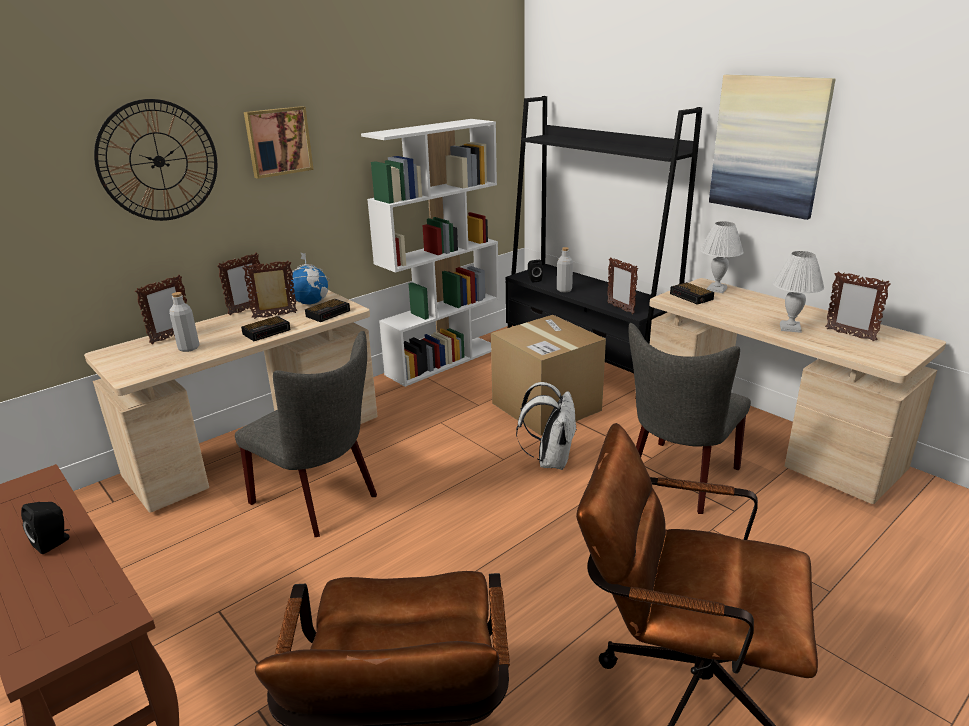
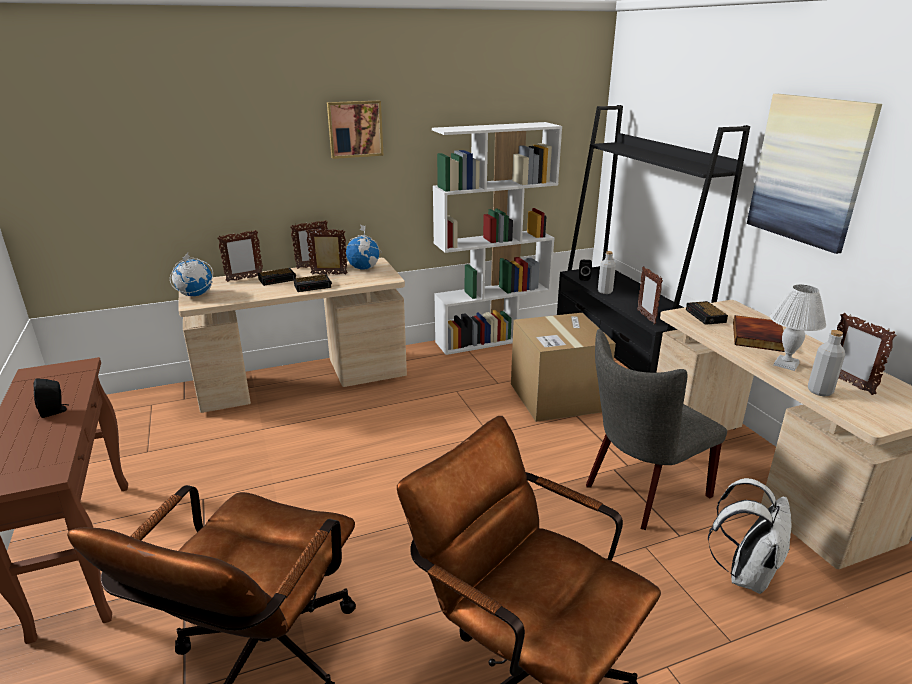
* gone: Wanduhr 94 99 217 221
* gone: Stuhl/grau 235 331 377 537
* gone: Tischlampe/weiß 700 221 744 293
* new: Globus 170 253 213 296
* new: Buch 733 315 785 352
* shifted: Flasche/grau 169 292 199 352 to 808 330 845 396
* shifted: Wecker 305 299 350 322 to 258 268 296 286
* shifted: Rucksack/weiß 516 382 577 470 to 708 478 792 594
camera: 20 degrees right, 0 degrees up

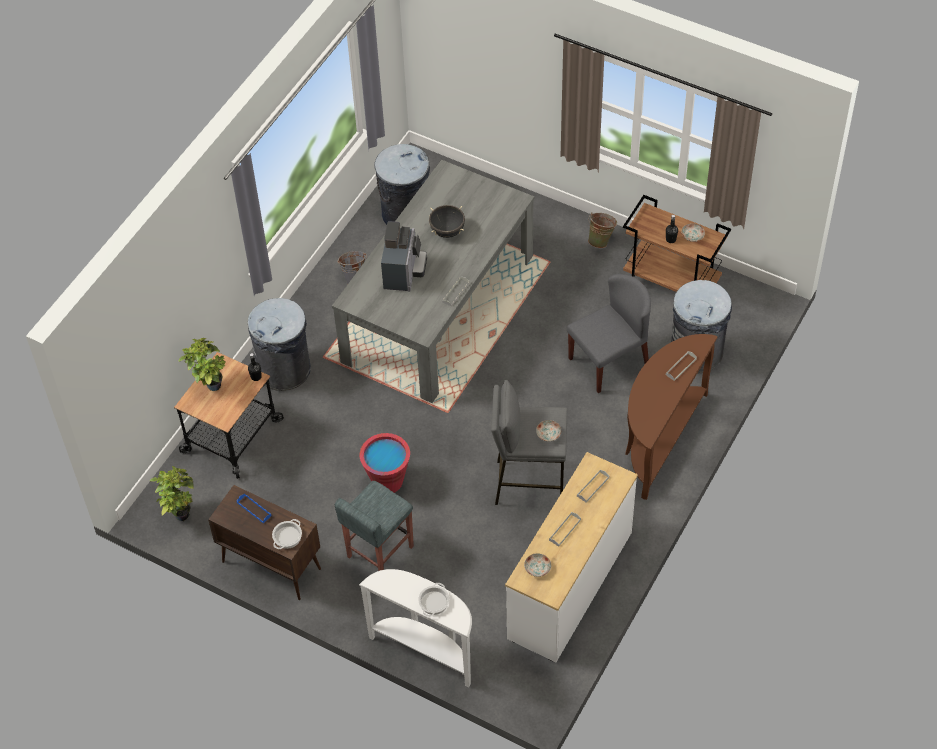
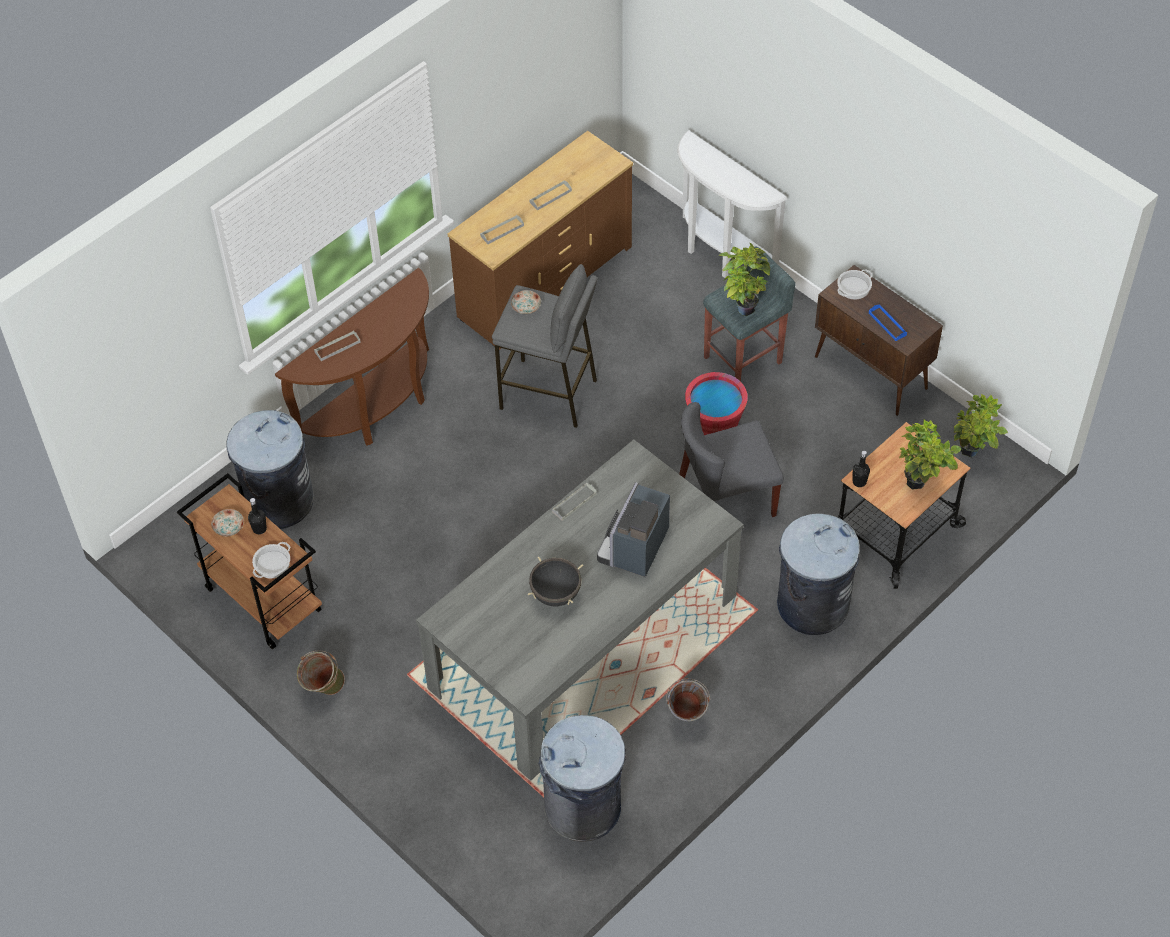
* gone: Teller 524 553 551 577
* new: Topfpflanze 719 243 770 316
* shifted: Kochtopf 418 583 449 617 to 252 542 290 579
* shifted: Stuhl/grau 567 274 651 393 to 679 402 784 517
* repainted: Kommode/weiß 505 452 638 662 to Kommode/braun 448 131 633 350
camera: 165 degrees left, 0 degrees up

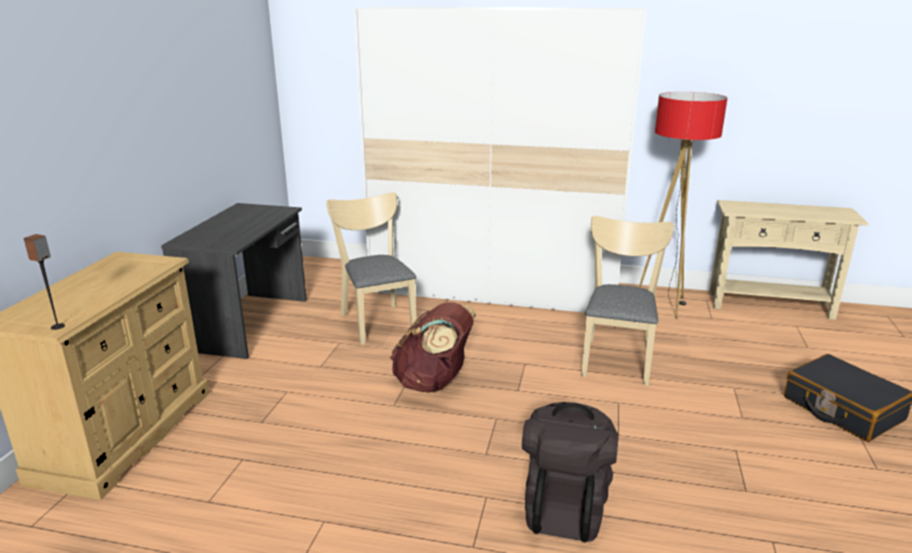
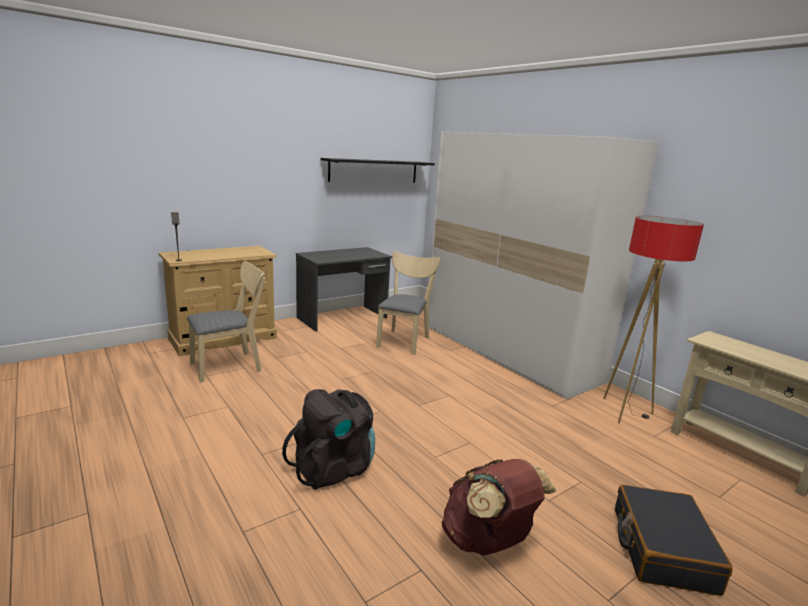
* new: Wandregal/schwarz 321 158 435 183
* shifted: Rucksack/braun 390 302 476 393 to 442 459 556 556
* shifted: Stuhl/beige 581 216 674 386 to 187 261 265 383
camera: 40 degrees right, 5 degrees down

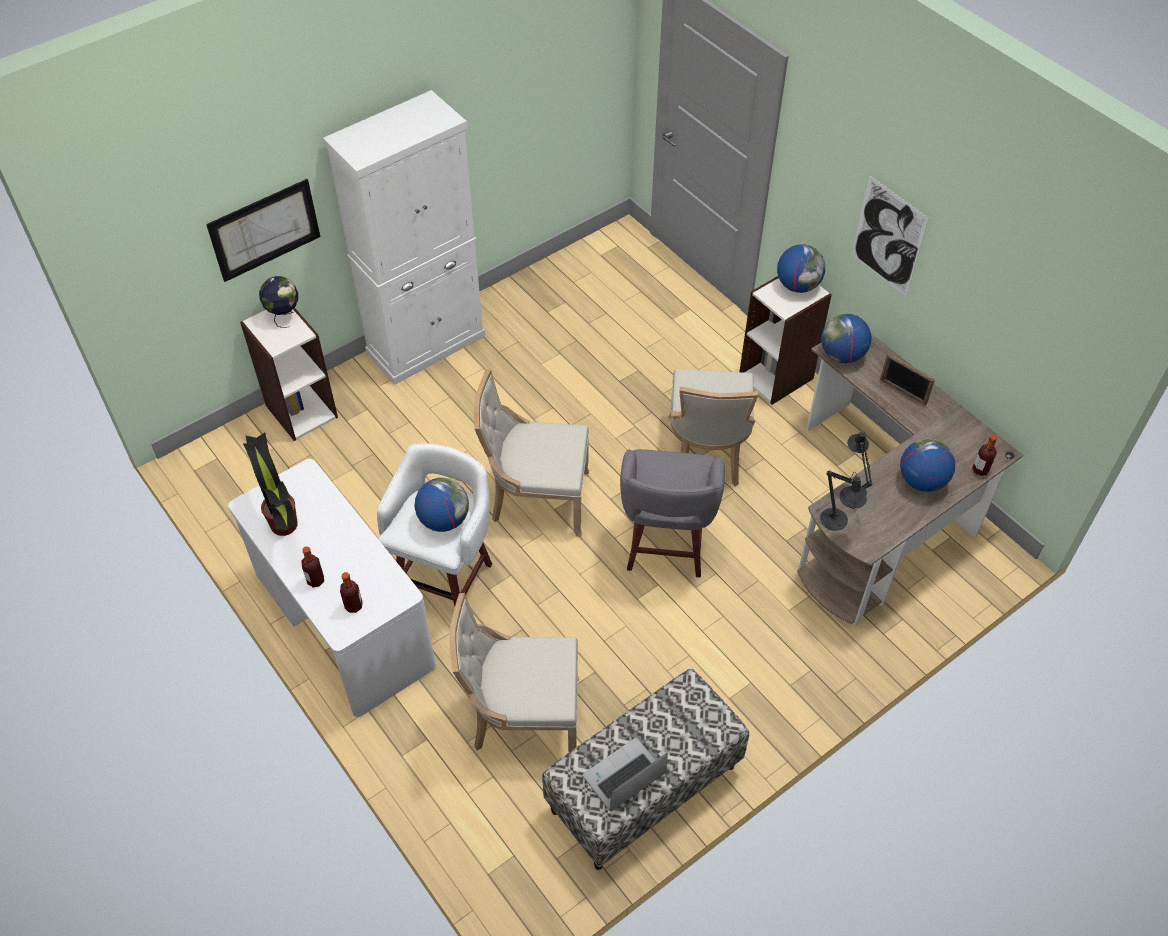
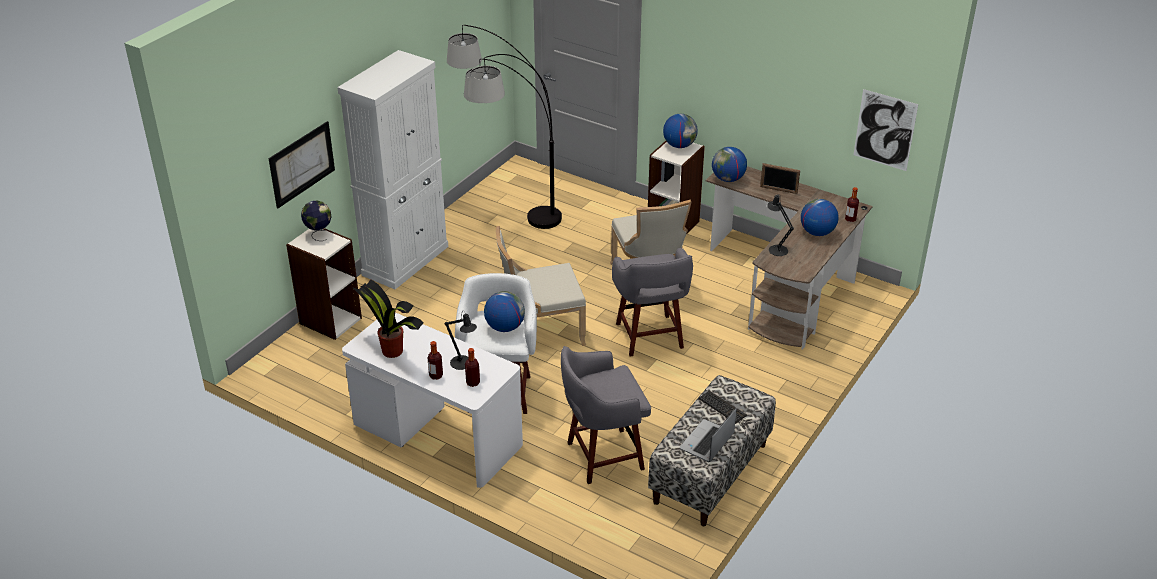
* new: Stehlampe 447 25 562 229
* new: Tastatur 698 391 751 434
* shifted: Tischlampe/schwarz 820 471 867 531 to 444 310 477 370
* shifted: Bild 852 176 929 297 to 853 89 918 171
* swapped: Stuhl/beige 450 593 578 753 to Hocker/grau 561 346 651 484
camera: 20 degrees left, 15 degrees down

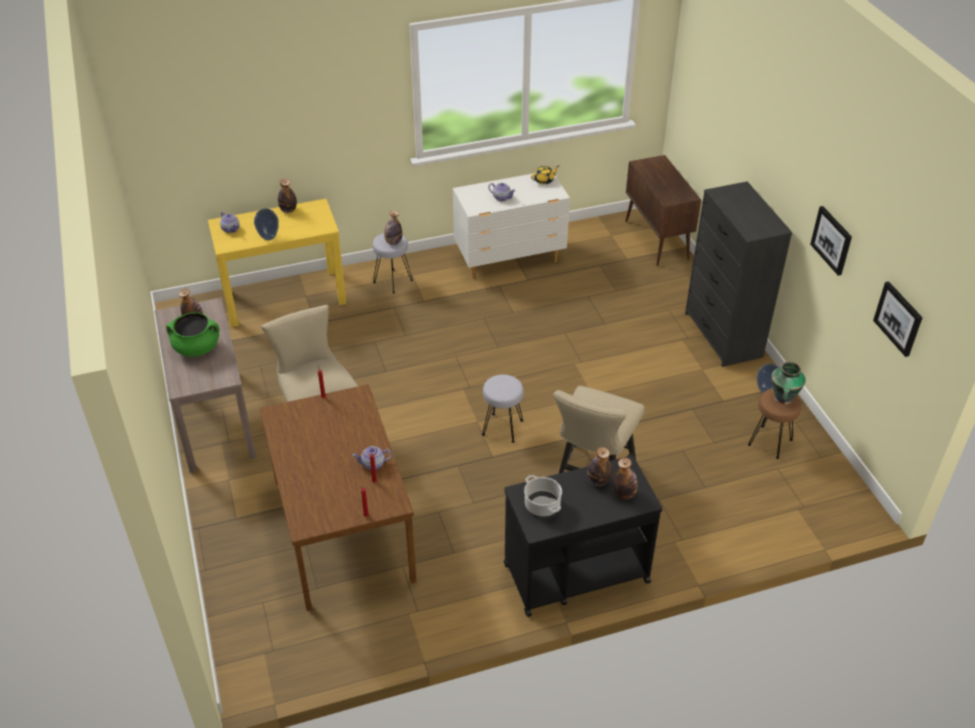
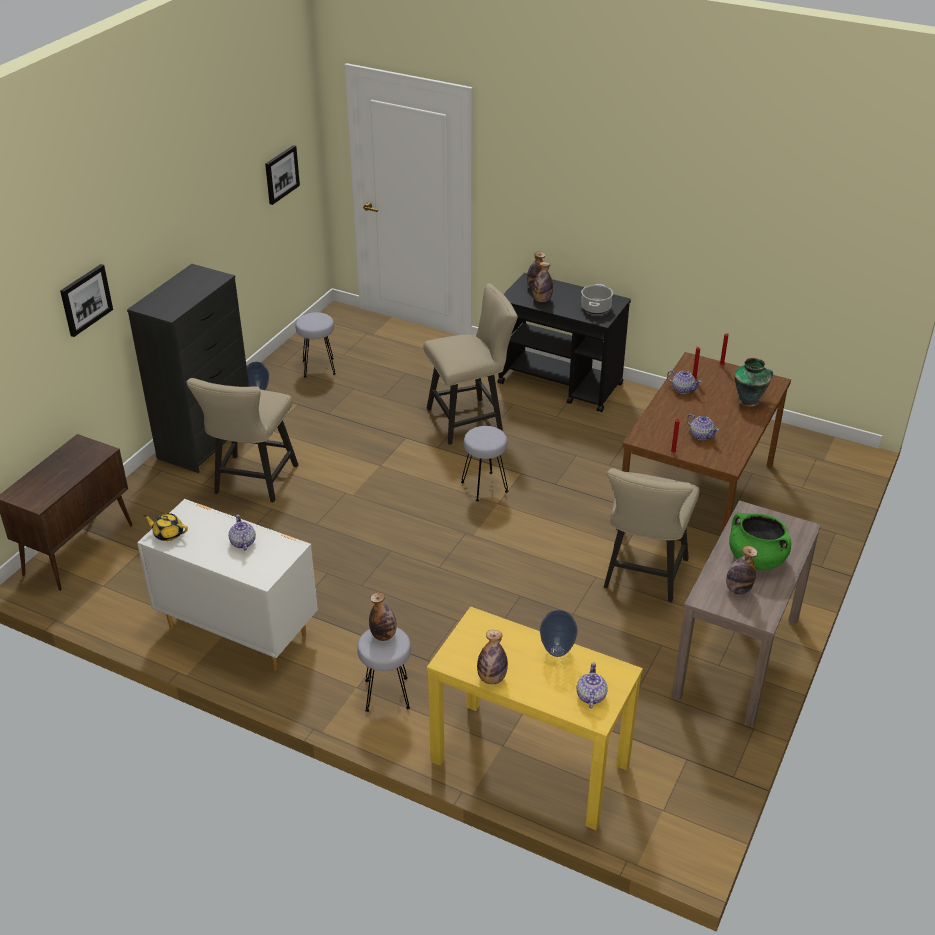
* new: Stuhl/beige 186 378 298 502
* new: Teekanne 687 414 719 440
* shifted: Vase 771 362 806 405 to 734 358 773 407
* shifted: Bild 810 206 852 276 to 60 264 113 337
* repainted: Hocker/braun 748 388 801 459 to Hocker/grau 296 312 336 377
camera: 135 degrees left, 5 degrees down

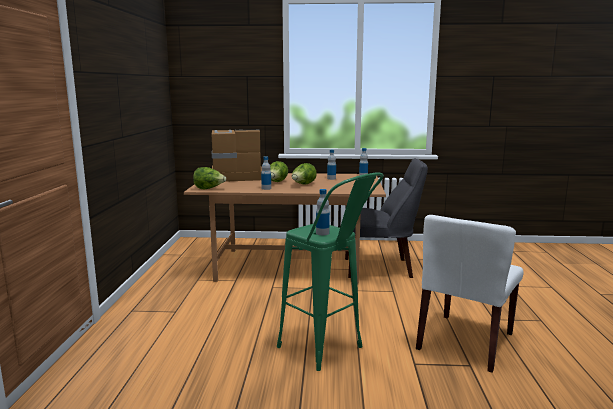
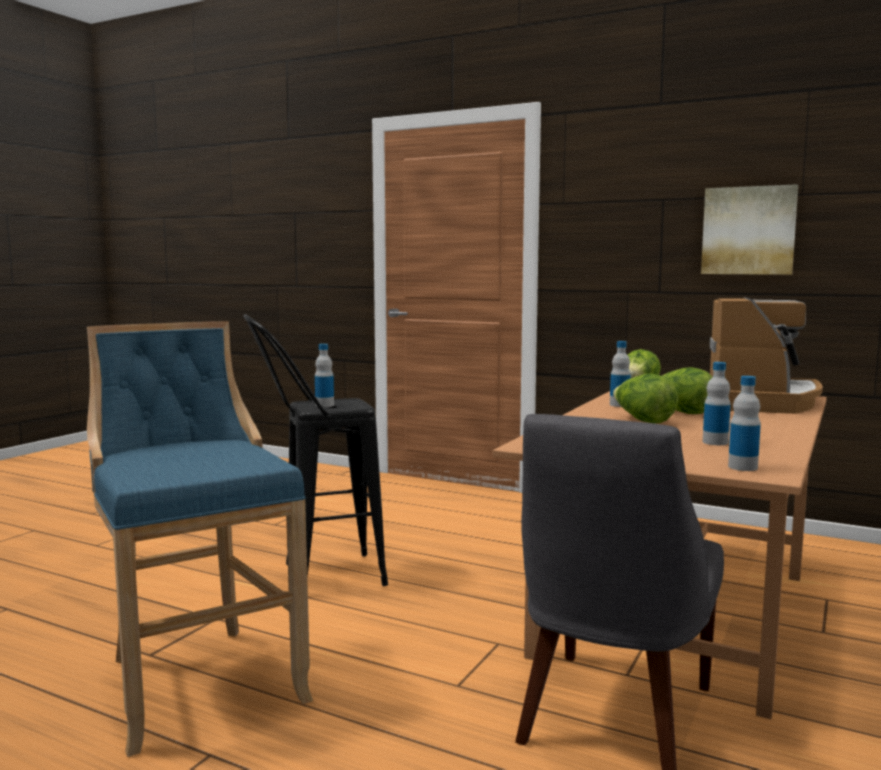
* new: Bild 701 184 798 275
* swapped: Stuhl/weiß 416 215 524 373 to Hocker/blau 87 321 313 757
* repainted: Hocker/grün 277 172 384 371 to Hocker/schwarz 243 314 388 586
camera: 115 degrees right, 5 degrees down

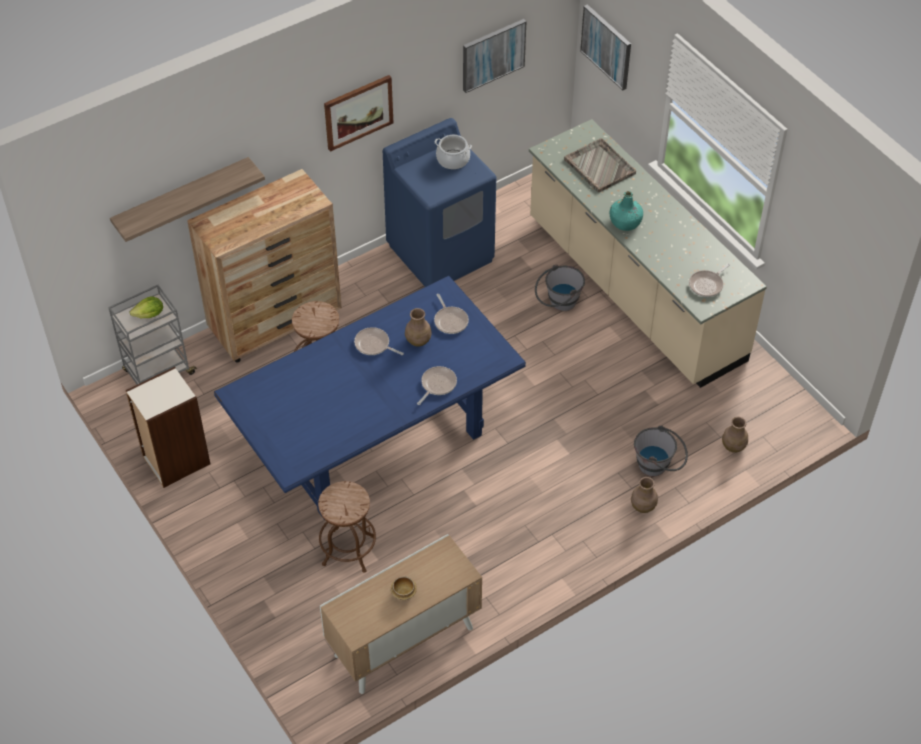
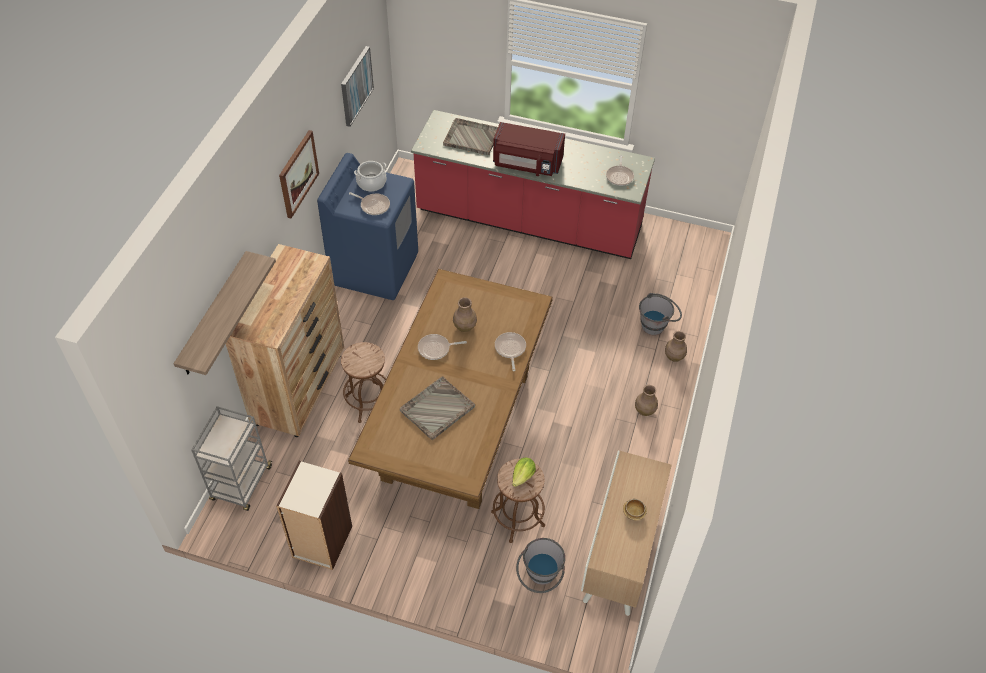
* gone: Bild 580 4 631 90
* new: Tablett/grau 400 376 475 441
* shifted: Salatkopf 129 296 163 318 to 512 457 536 487
* shifted: Pfanne 434 294 469 334 to 349 192 390 215
* shifted: Eimer/grau 535 265 585 311 to 516 538 565 593
* shifted: Vase/braun 722 417 748 453 to 635 385 658 416
* swapped: Flasche/türkis 610 191 643 231 to Mikrowelle/rot 493 122 565 176
* repainted: Esstisch/blau 214 276 526 520 to Esstisch/braun 348 269 553 509
* repainted: Küchenzeile/beige 529 119 767 388 to Küchenzeile/rot 411 110 655 259
camera: 40 degrees left, 0 degrees up

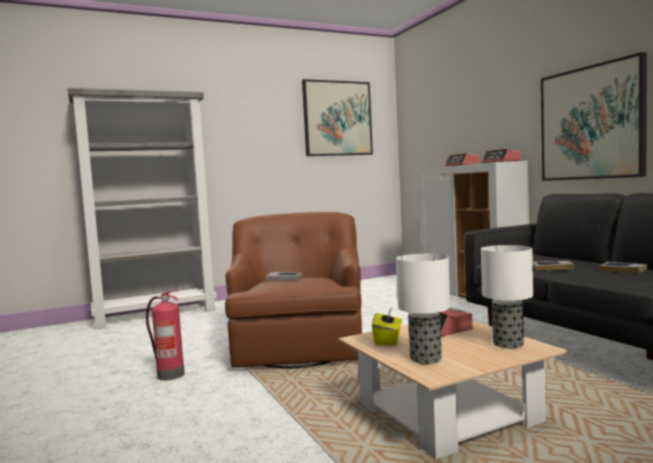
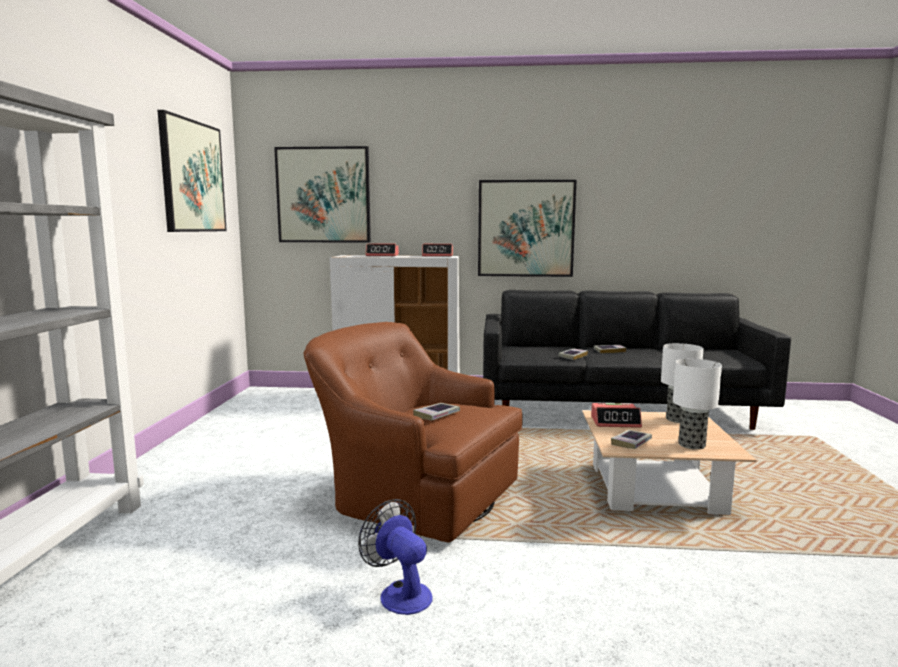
* new: Bild 274 146 371 243
* swapped: Feuerlöscher 146 290 185 380 to Ventilator 358 499 433 615
* swapped: Taschentuchbox/gelb 372 306 402 345 to Buch 611 430 652 449
camera: 60 degrees left, 5 degrees up

